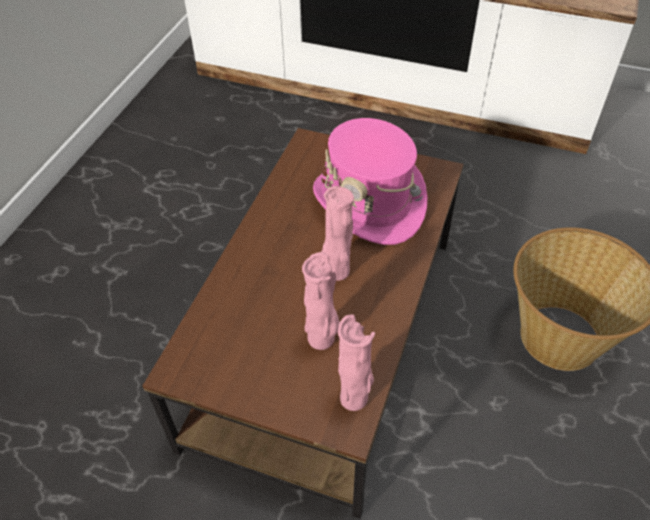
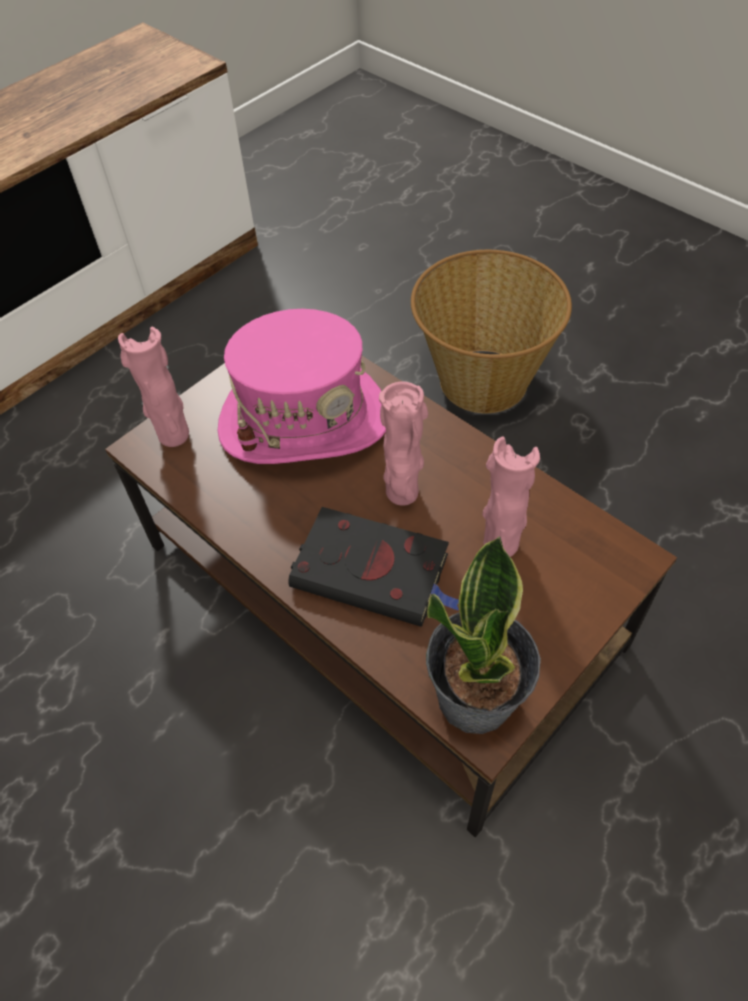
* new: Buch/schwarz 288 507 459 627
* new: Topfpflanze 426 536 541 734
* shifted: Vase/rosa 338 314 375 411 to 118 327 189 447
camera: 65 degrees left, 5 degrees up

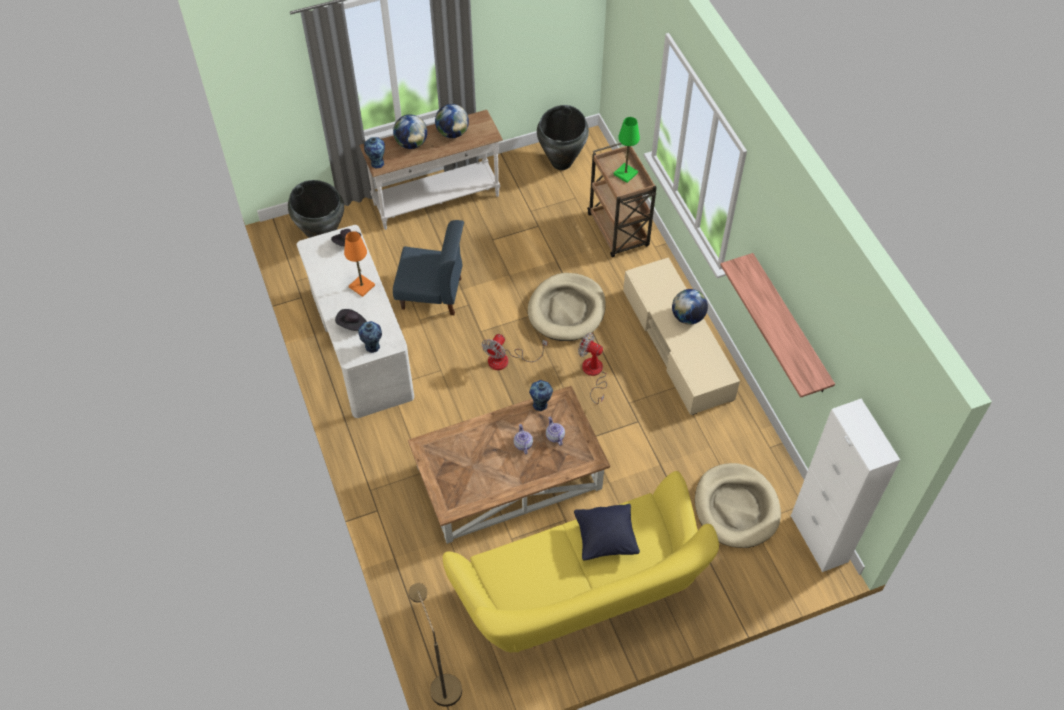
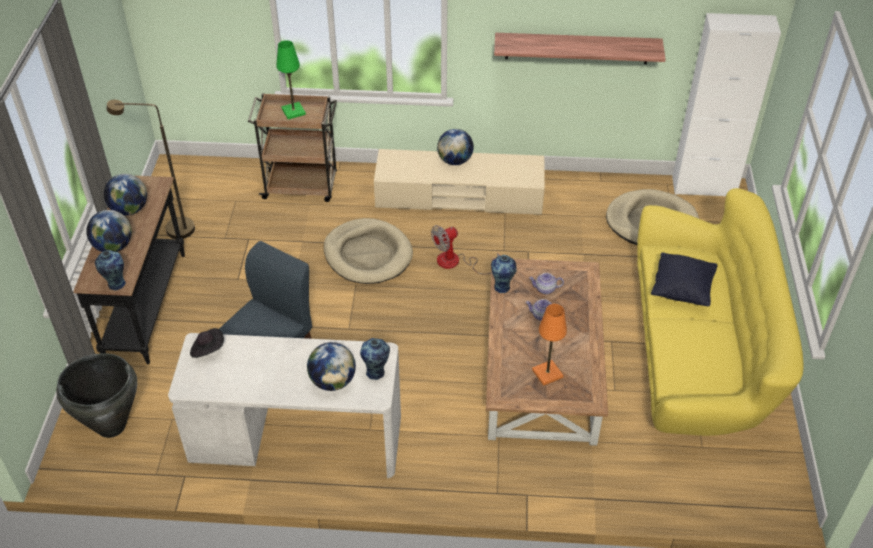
* gone: Ventilator 482 334 547 370
* gone: Vase/schwarz 537 105 589 170
* shifted: Tischlampe/orange 344 231 375 297 to 532 304 567 386
* shifted: Stehlampe/braun 409 583 462 707 to 107 100 195 239
* swapped: Hut/schwarz 335 309 367 331 to Globus 307 342 356 391
* repainted: Konsolentisch/weiß 360 110 503 230 to Konsolentisch/schwarz 74 176 185 364
camera: 65 degrees left, 10 degrees down

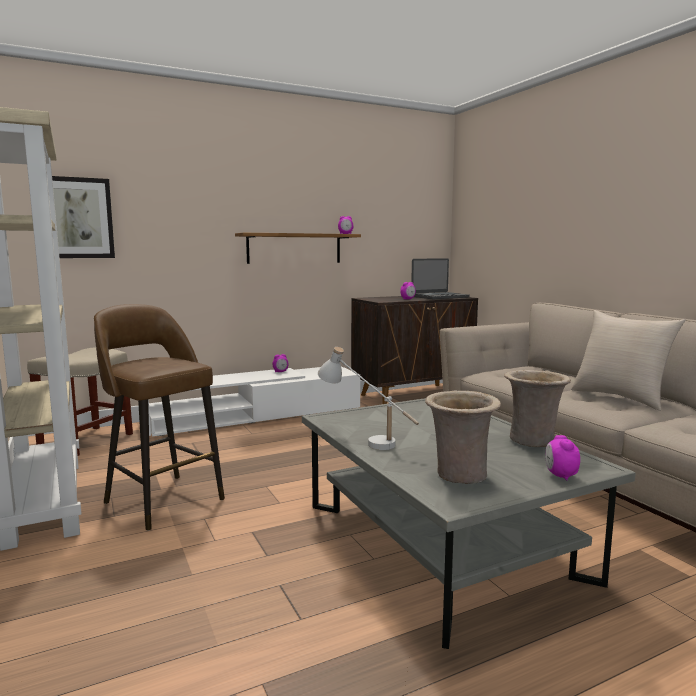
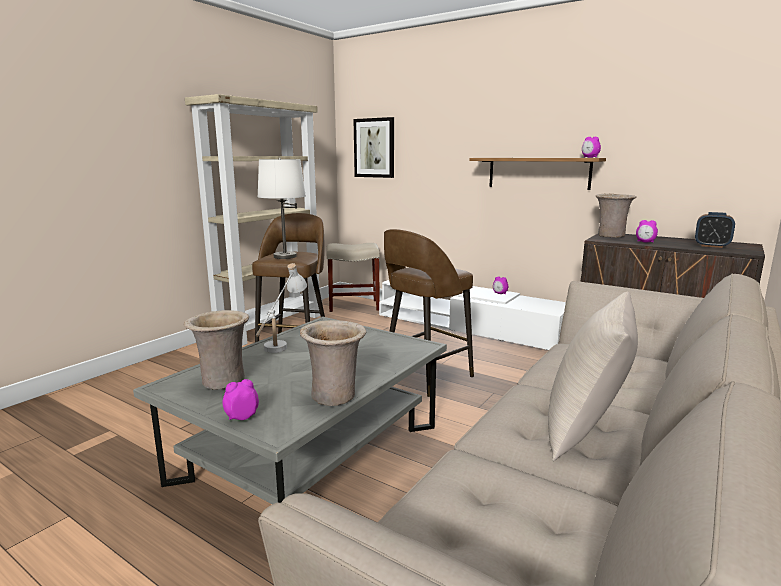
* new: Tischlampe/weiß 258 158 306 259
* new: Hocker/braun 384 229 474 397
* new: Vase/beige 596 193 637 238
* swapped: Laptop 411 258 470 299 to Wecker 695 212 735 248
camera: 60 degrees right, 5 degrees up

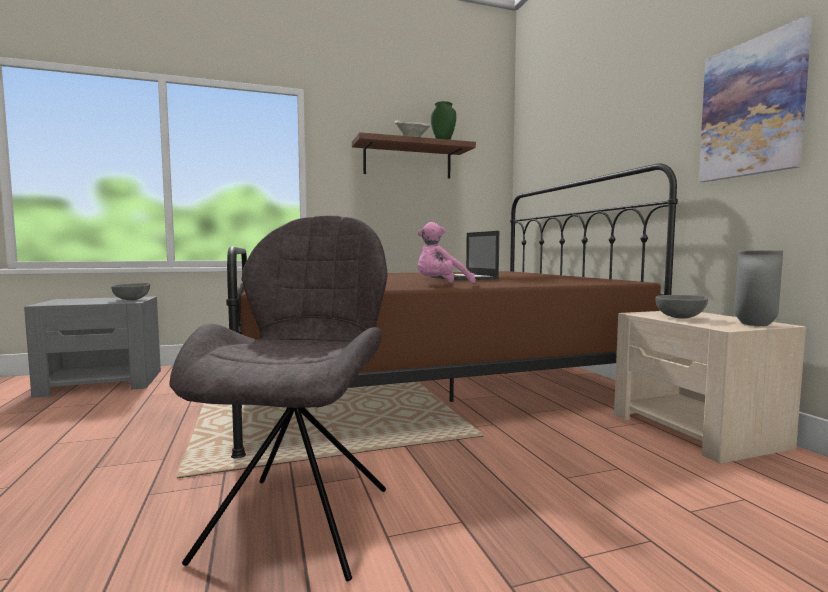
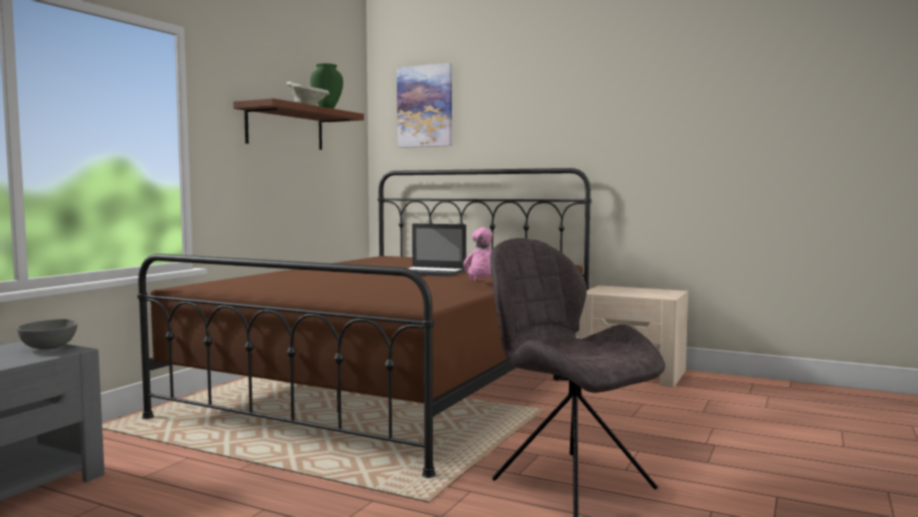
* gone: Schüssel/grau 655 295 708 319
* gone: Vase/grau 734 250 783 326
* shifted: Bild 698 16 812 182 to 397 63 452 148
camera: 45 degrees left, 0 degrees up

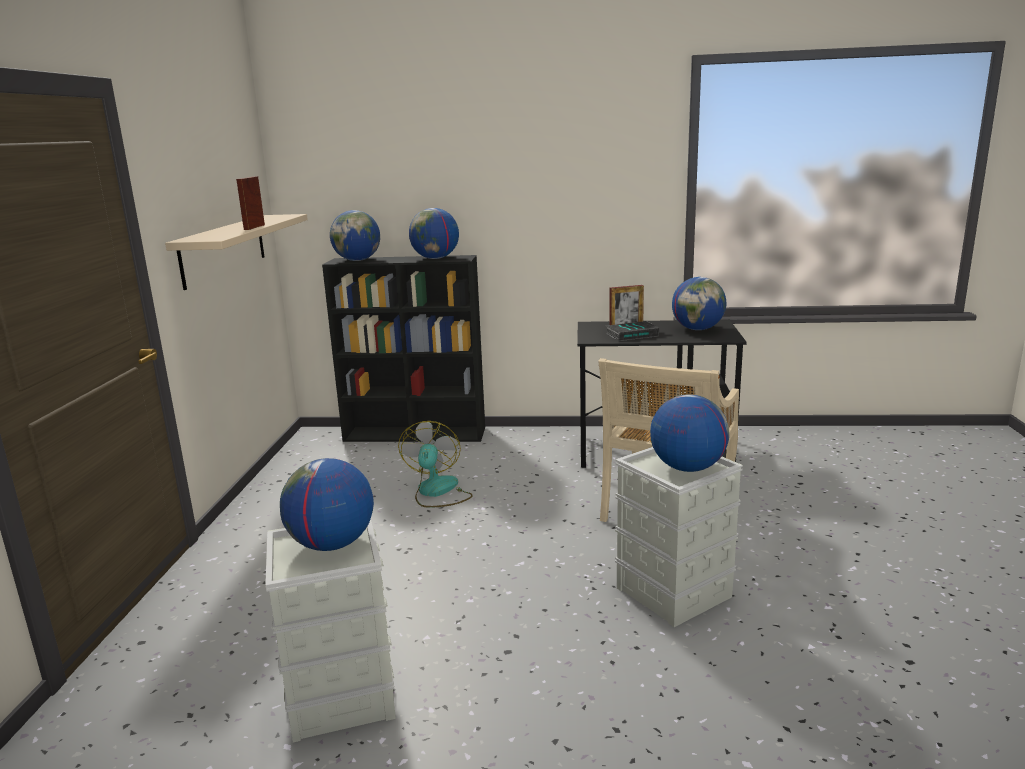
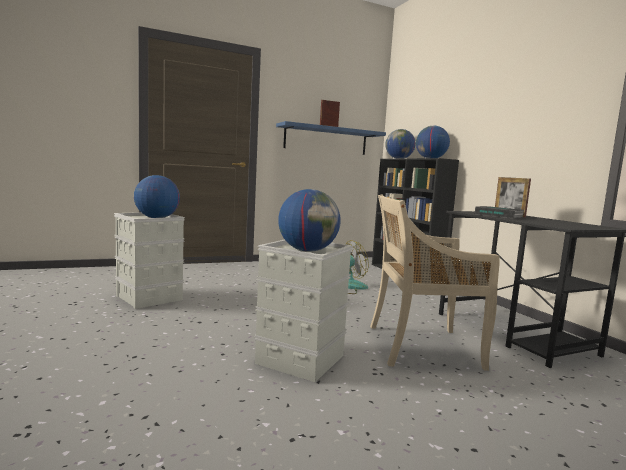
* gone: Globus 672 277 726 330
* repainted: Wandregal/beige 165 214 308 290 to Wandregal/blau 276 121 386 155
camera: 60 degrees right, 10 degrees down

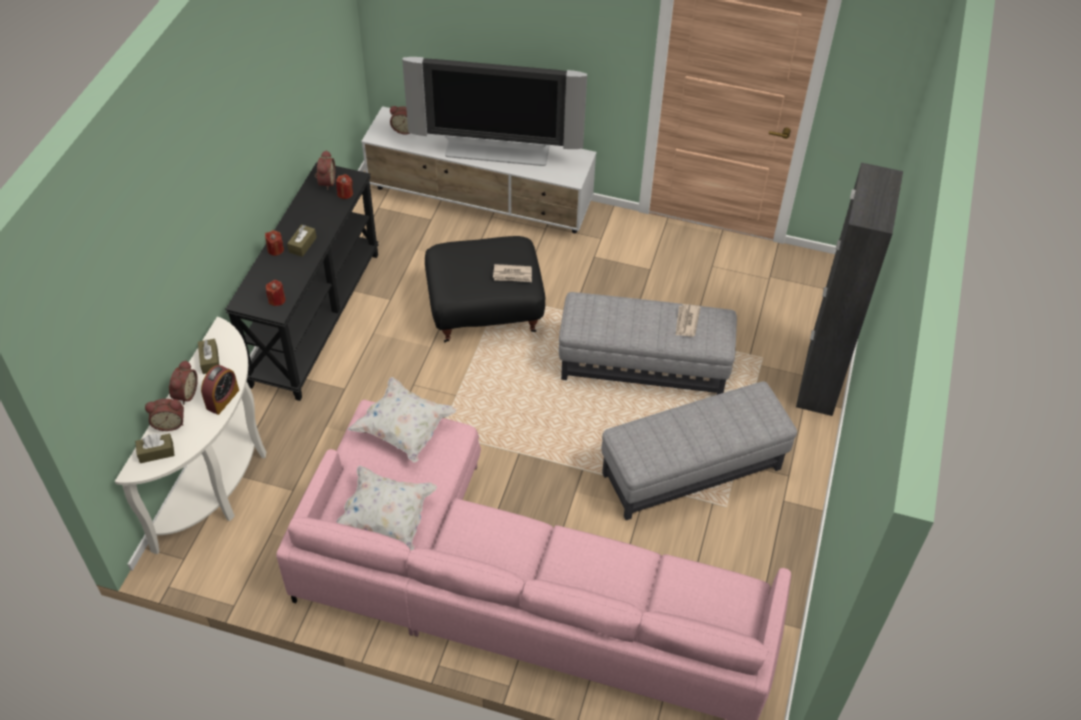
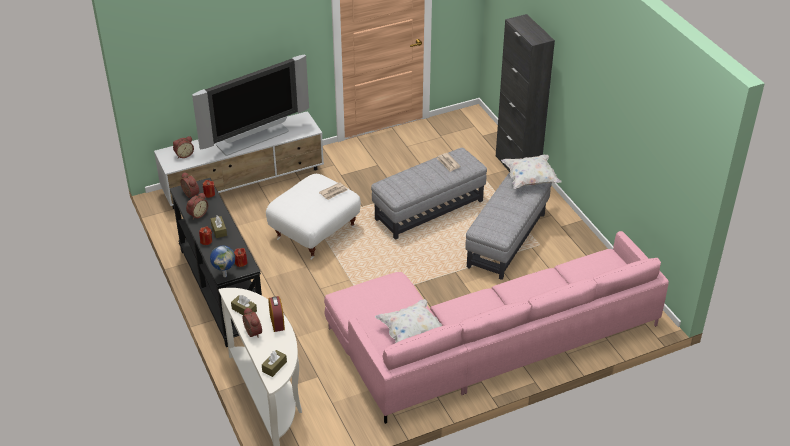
* new: Globus 210 246 235 277
* shifted: Wecker 145 399 184 431 to 186 193 208 220
* shifted: Kissen/weiß 348 377 456 462 to 501 155 562 189
* repainted: Polsterhocker/schwarz 425 236 545 342 to Polsterhocker/weiß 266 174 361 260
camera: 40 degrees left, 10 degrees down

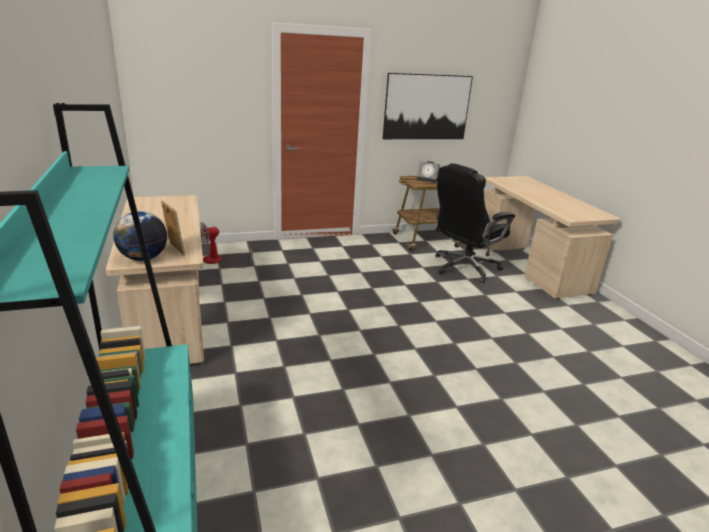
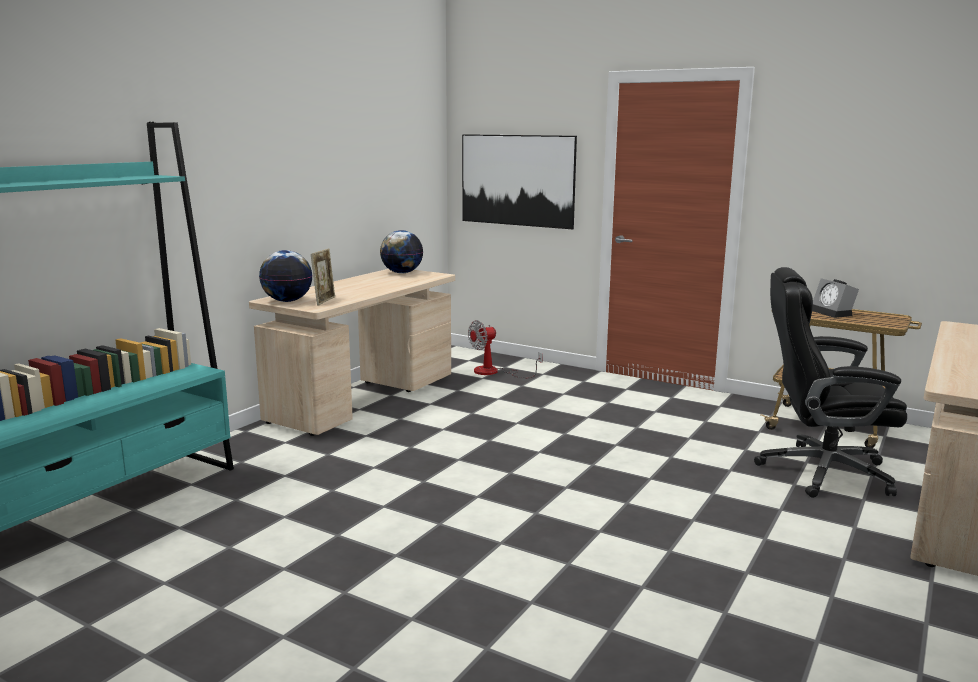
* new: Globus 380 230 423 273
* shifted: Bild 383 73 473 139 to 462 134 577 229
* rotated: Ventilator 200 222 253 268 = 468 320 543 378 45 degrees counterclockwise
camera: 50 degrees right, 10 degrees down

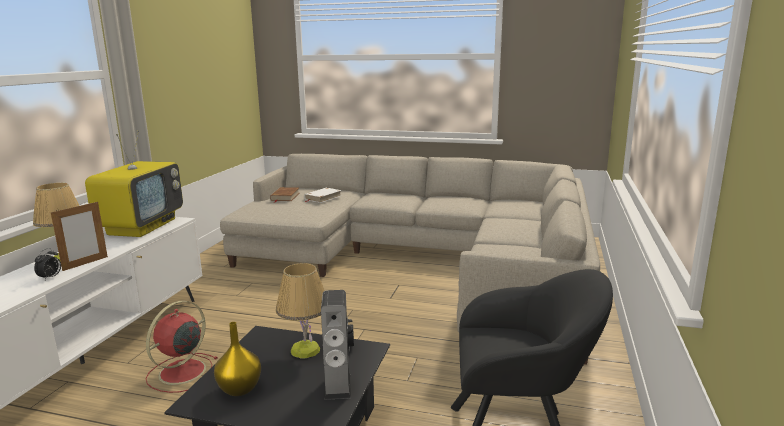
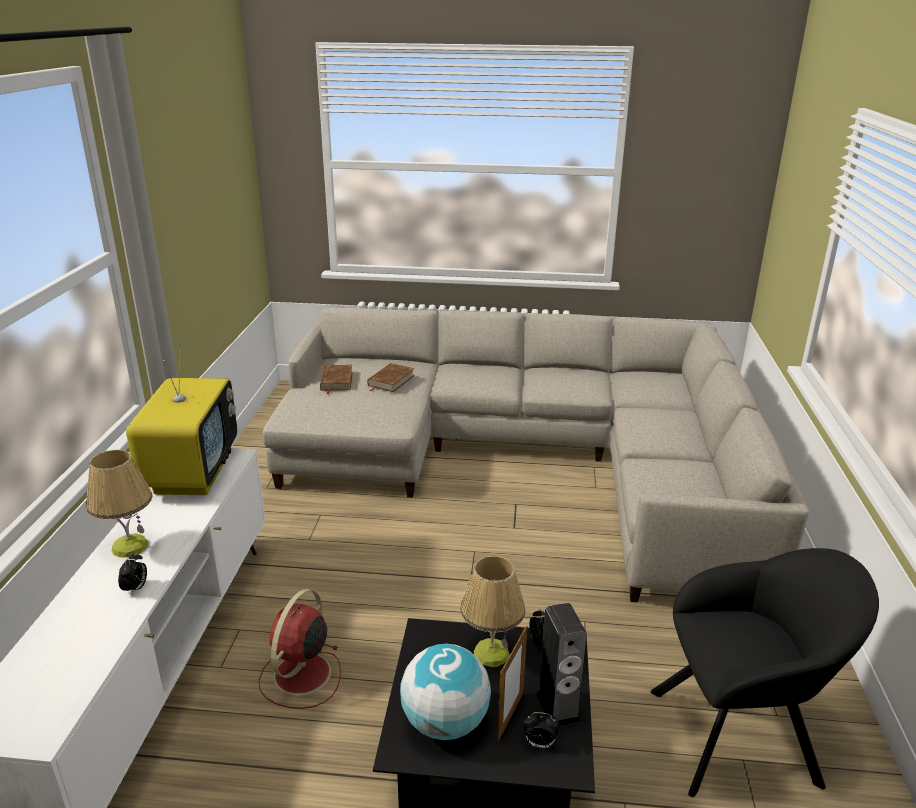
* new: Wecker 524 712 559 749
* shifted: Bilderrahmen 51 201 108 271 to 497 626 527 742
* swapped: Vase/gelb 214 322 261 396 to Globus 400 644 491 740
* repainted: Buch/weiß 305 188 342 203 to Buch/braun 367 363 415 392
camera: 10 degrees left, 10 degrees up

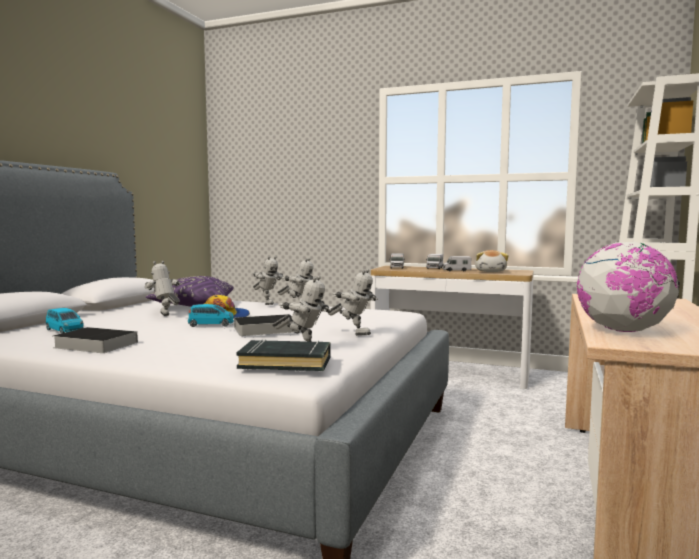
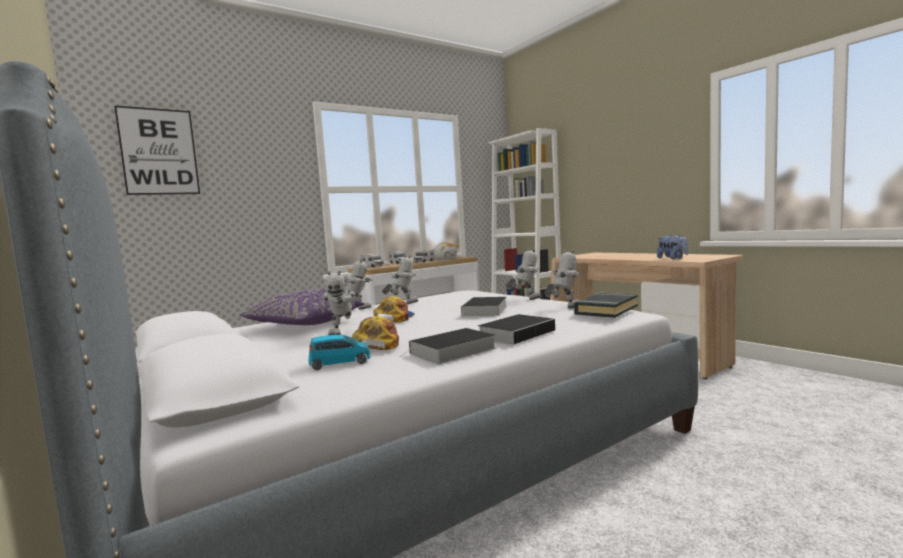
* gone: Spielzeugauto/blau 188 304 234 327
* new: Bild 114 106 200 195
* new: Kappe 352 316 399 350
* new: Buch 478 314 557 344
* swapped: Globus 576 242 679 332 to Plüschtier 657 235 689 259
* rotated: Spielzeugroboter 145 261 181 316 = 322 270 357 335 75 degrees counterclockwise
camera: 55 degrees left, 0 degrees up

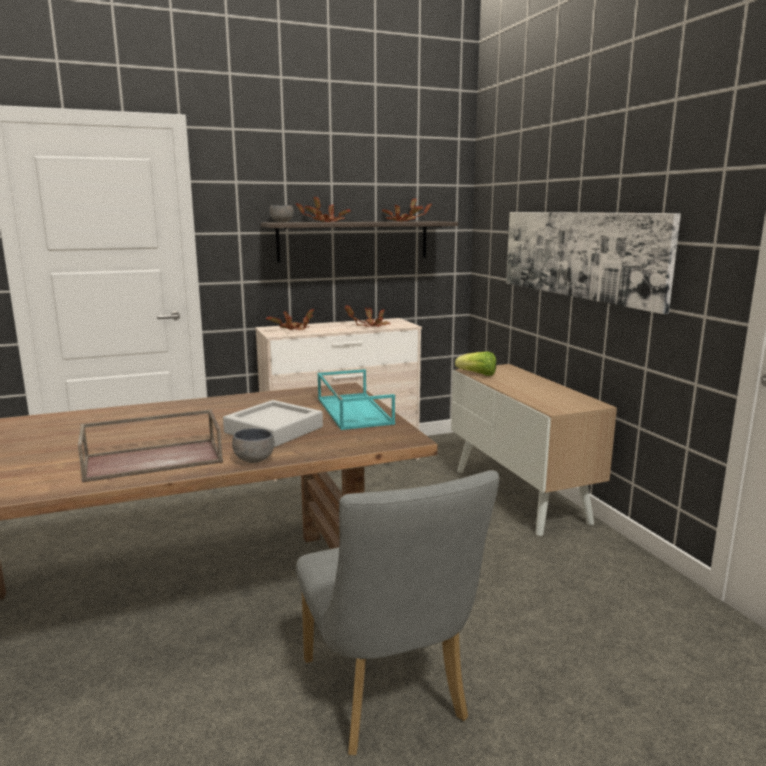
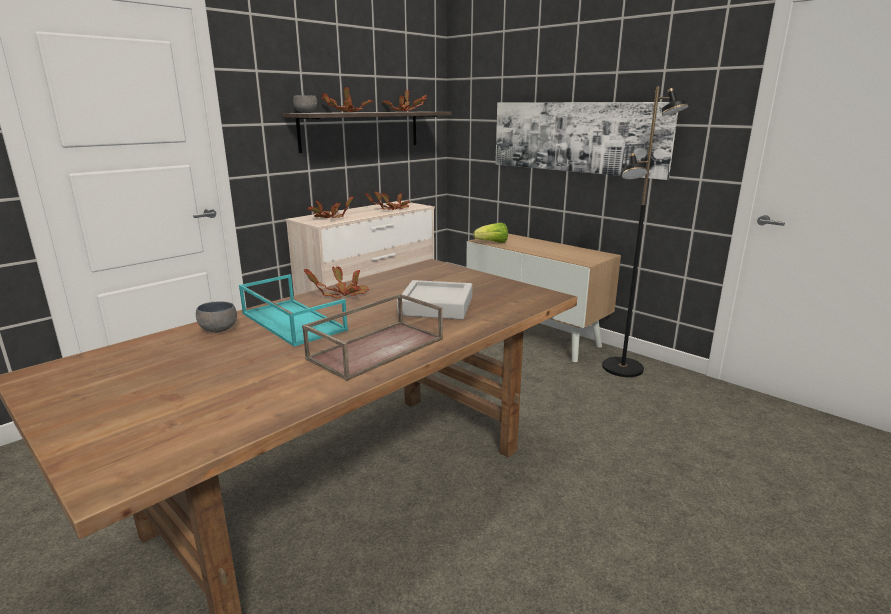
* gone: Stuhl/grau 296 470 500 755
* new: Topfpflanze 304 265 369 298
* new: Stehlampe/schwarz 602 87 688 377
* shifted: Schüssel/grau 232 428 275 463 to 196 301 237 333
* shifted: Tablett/türkis 318 369 395 430 to 239 274 348 347
camera: 25 degrees left, 5 degrees up

